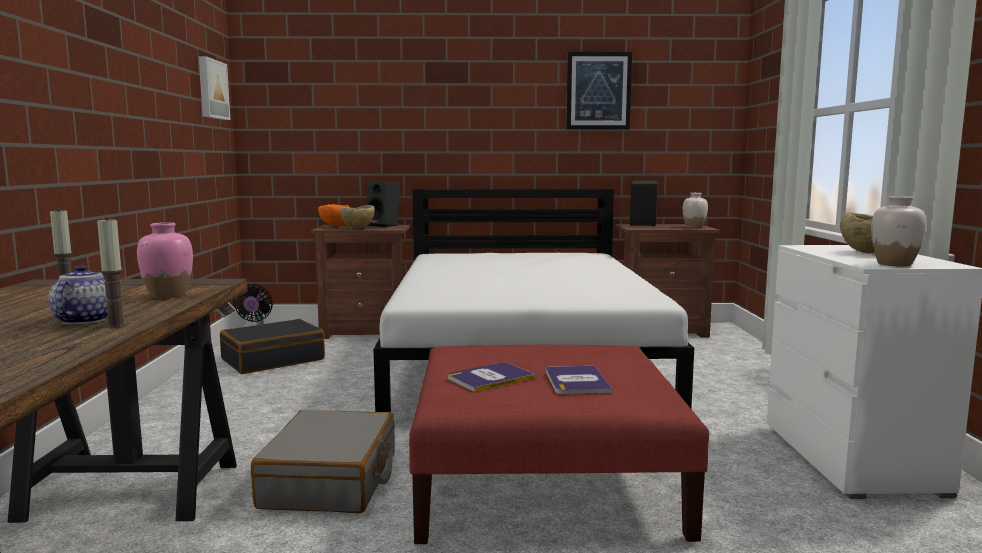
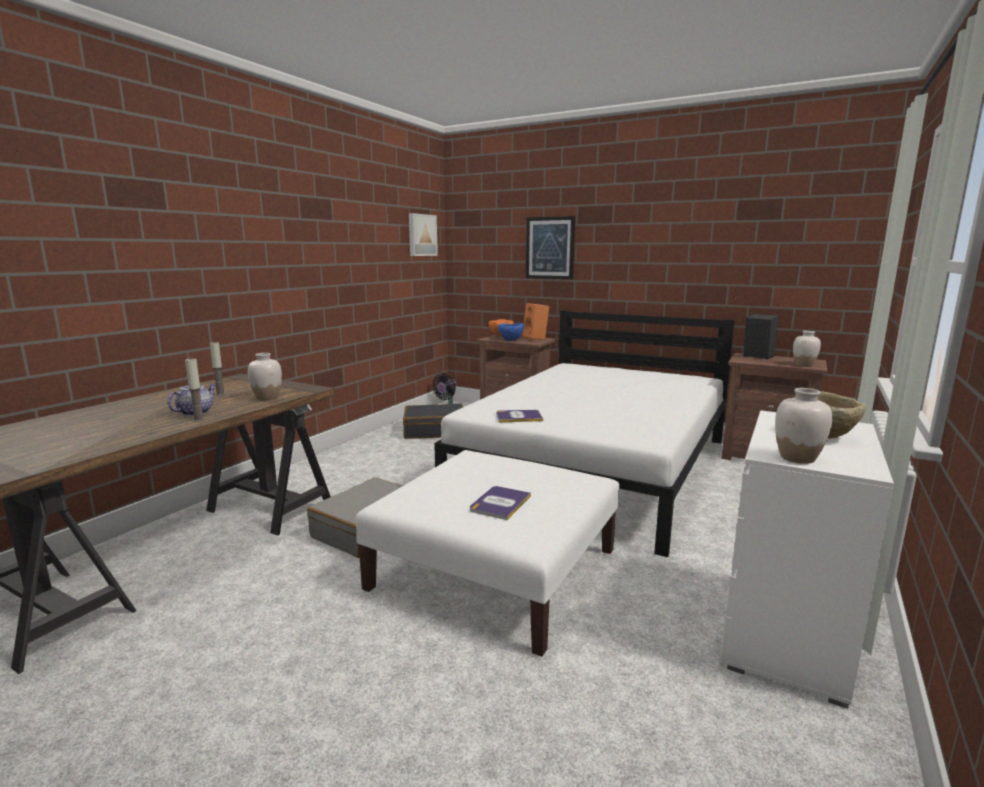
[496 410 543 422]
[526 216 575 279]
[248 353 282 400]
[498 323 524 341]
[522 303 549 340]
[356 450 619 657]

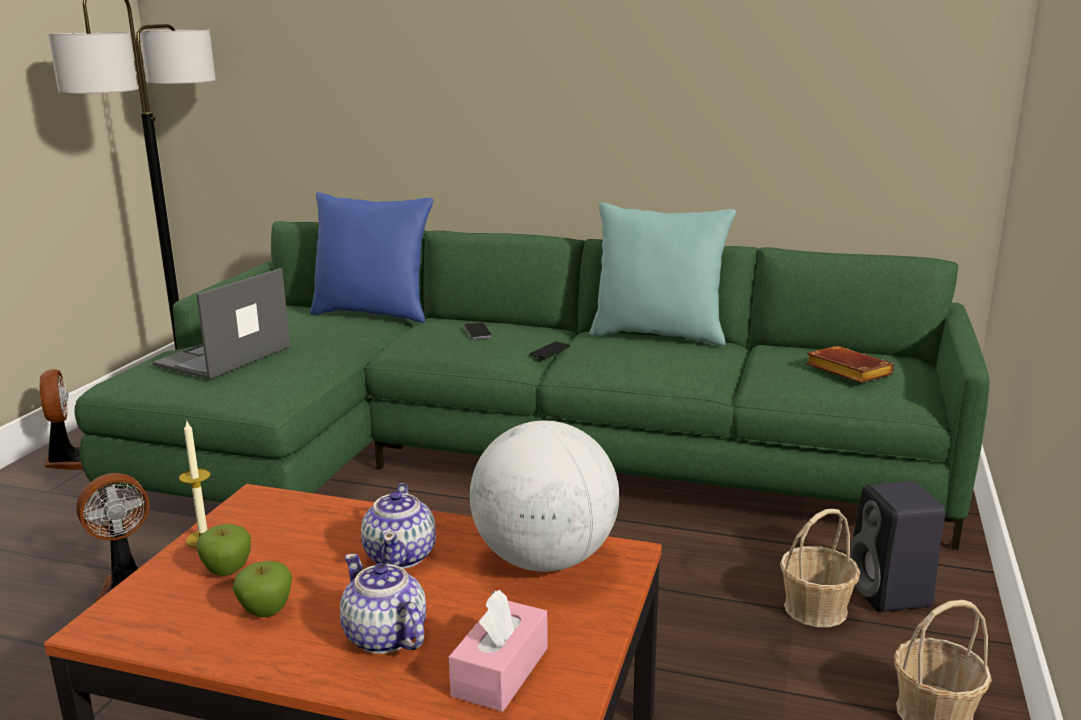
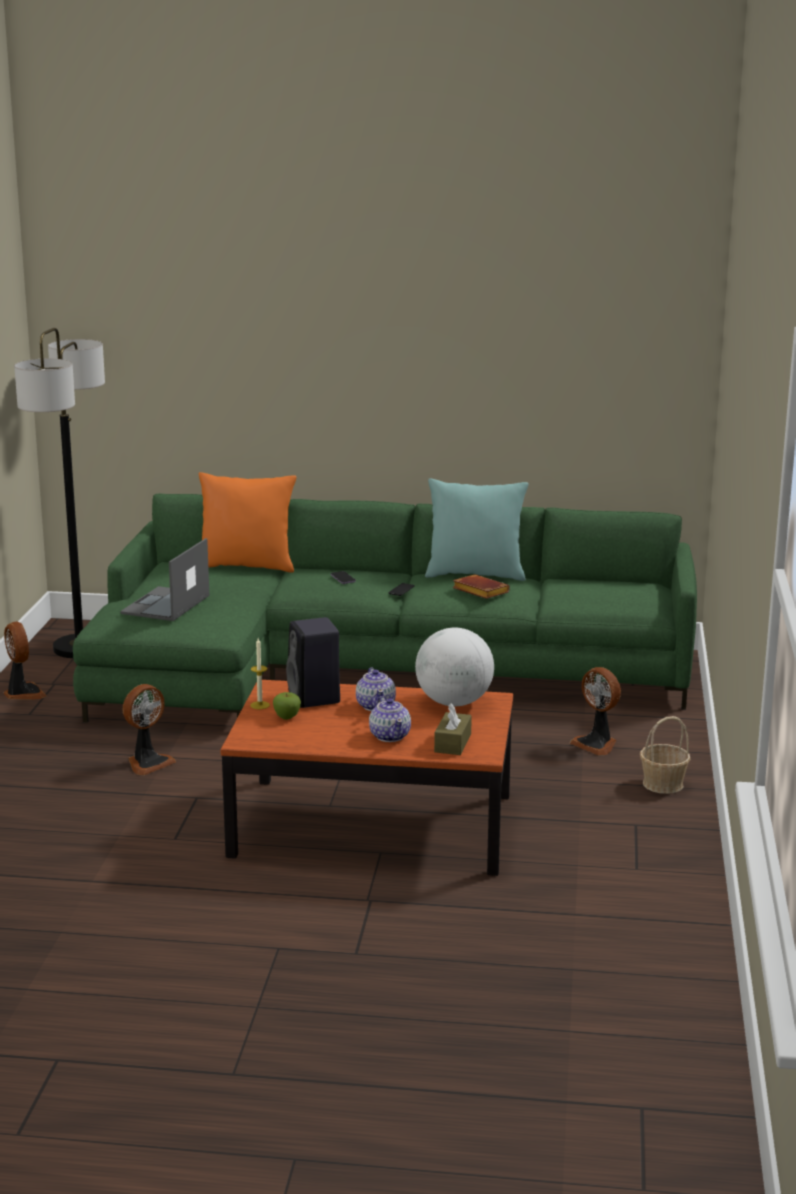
[232 561 292 617] (first image)
[453 574 510 599]
[286 617 340 708]
[570 667 621 756]
[199 472 297 573]
[434 703 472 755]
[369 696 411 742]

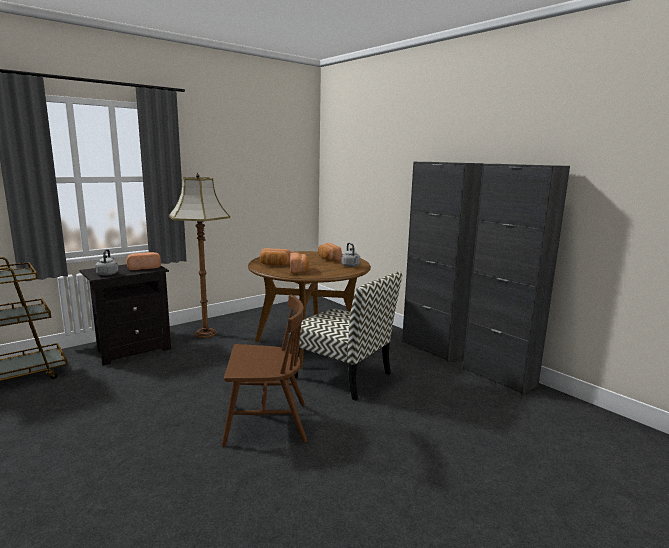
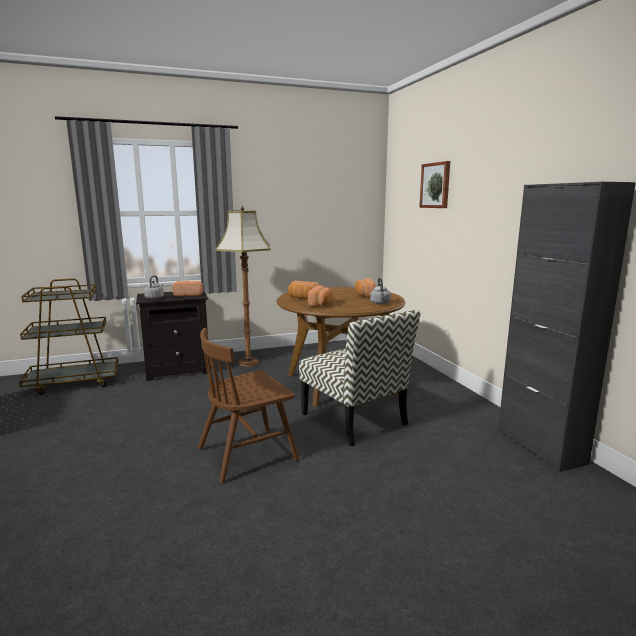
[402 162 483 362] (first image)
[419 161 450 208]
[198 328 299 484]

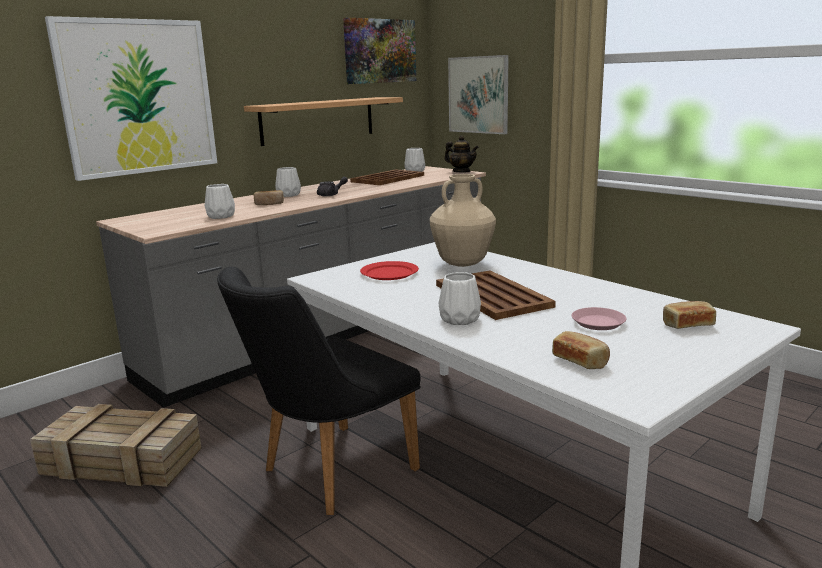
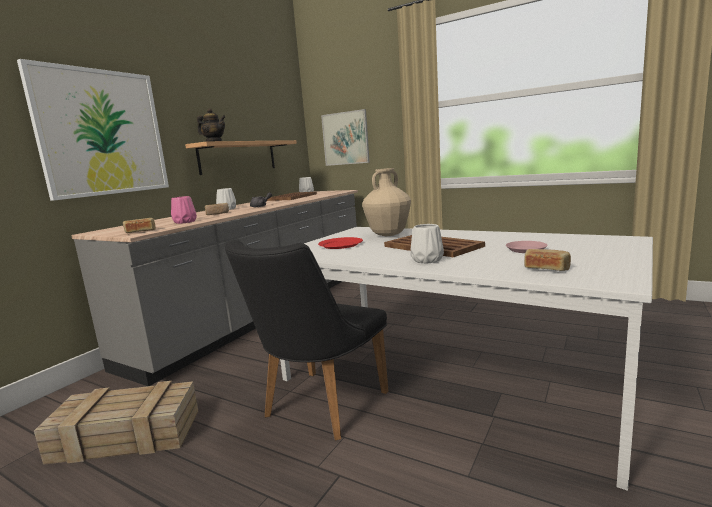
[343 18 416 84] (first image)
[197 108 225 141]
[123 218 156 233]
[171 196 197 224]

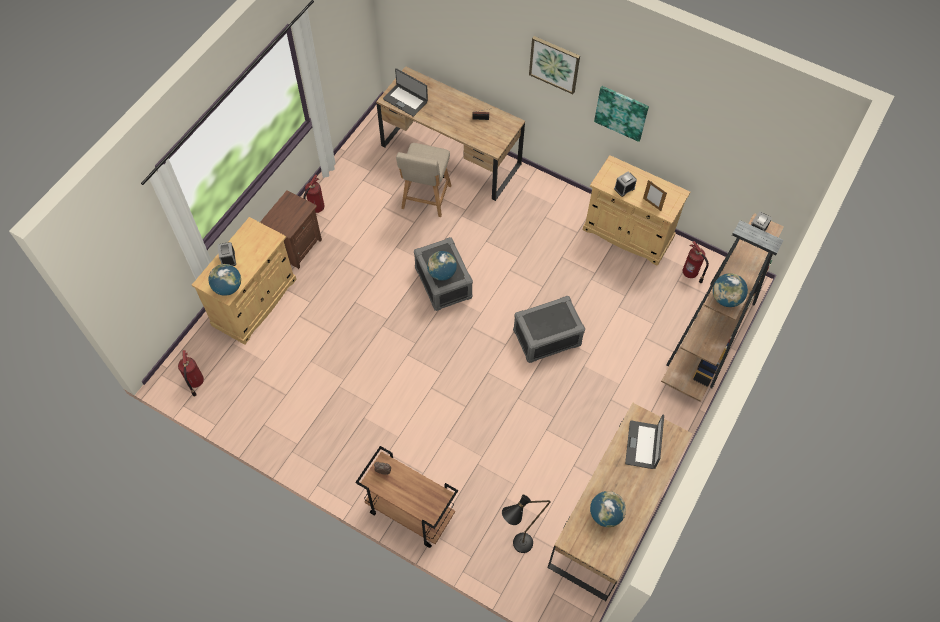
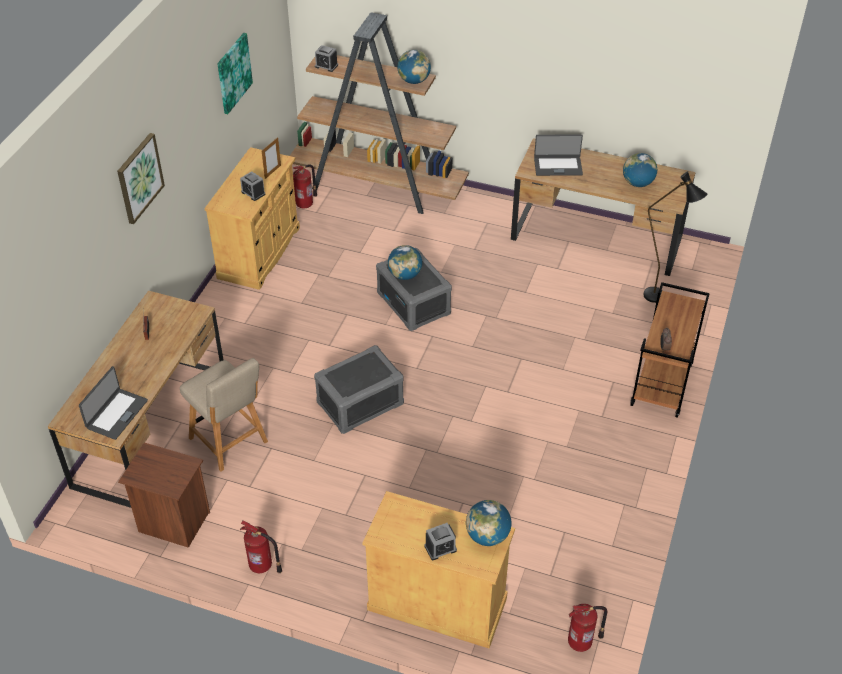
[118 442 210 548]
[388 245 422 280]
[217 33 253 114]
[180 358 268 472]

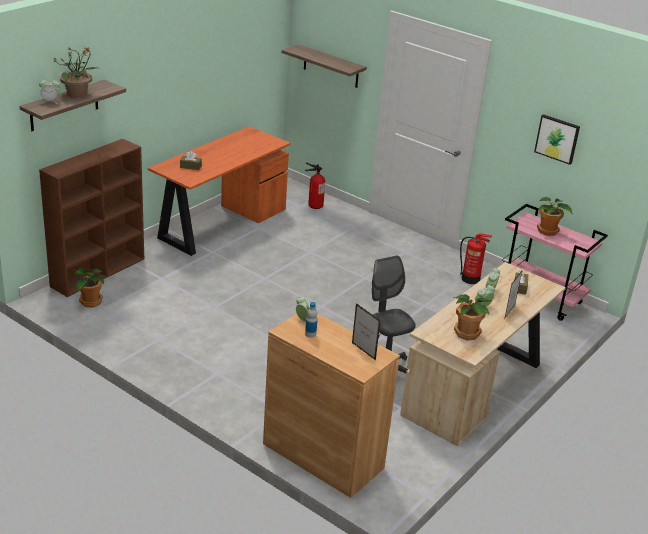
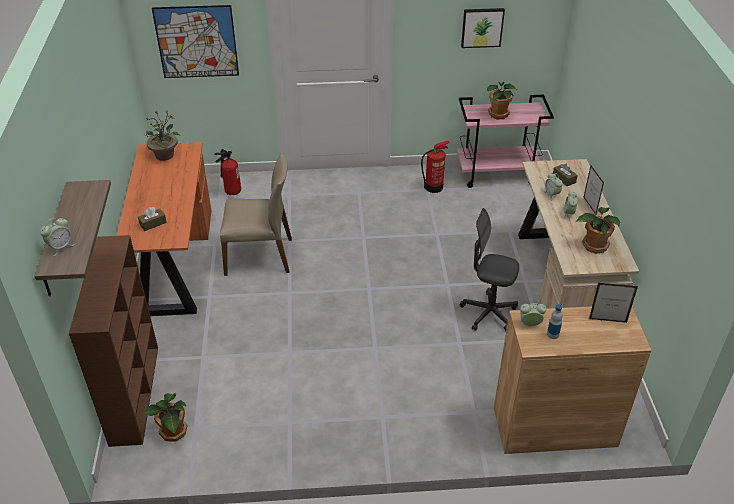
[220 153 292 276]
[144 110 180 161]
[152 5 239 78]

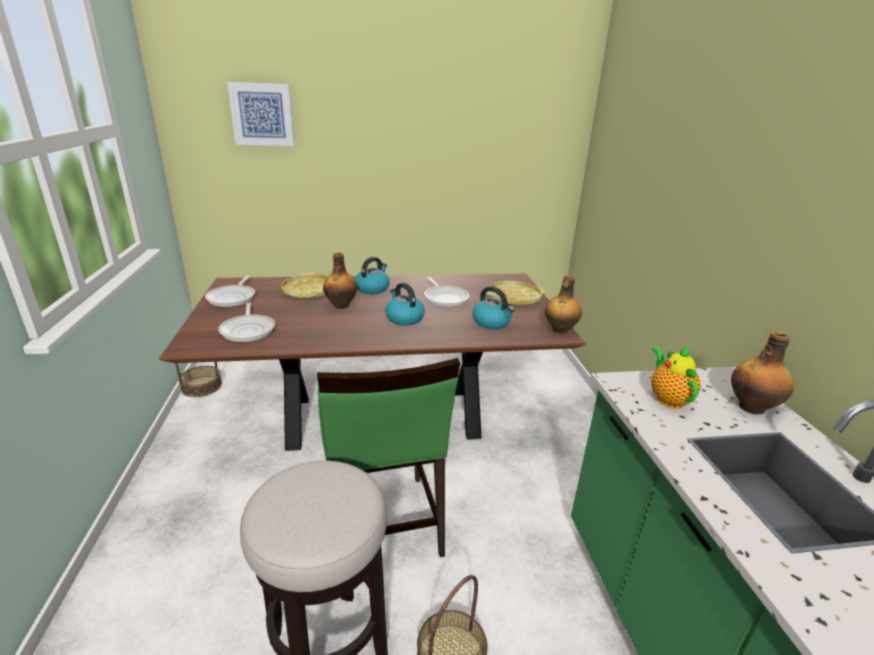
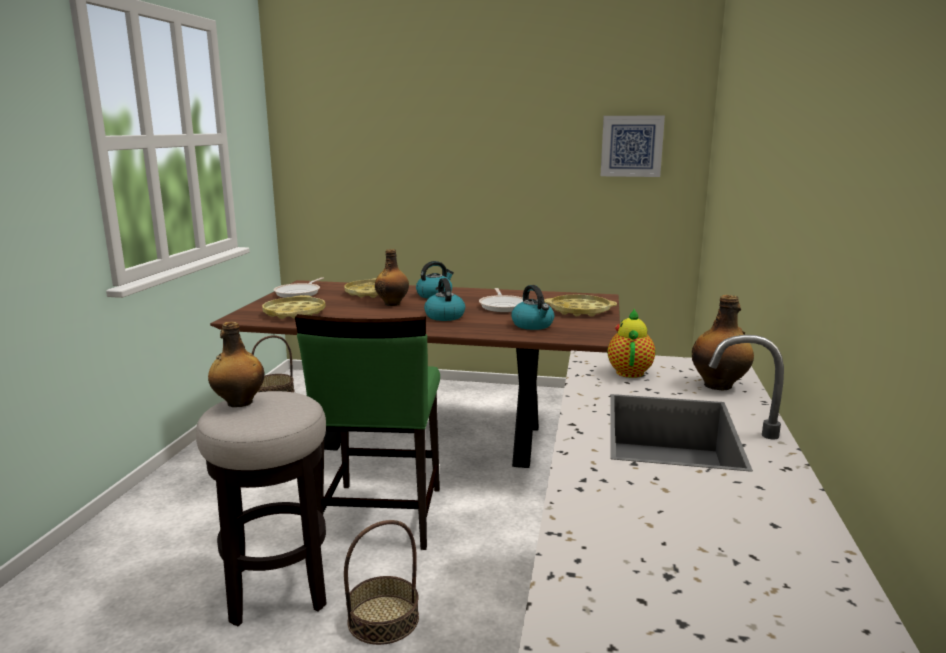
[601 116 665 177]
[208 322 265 407]
[262 295 326 319]

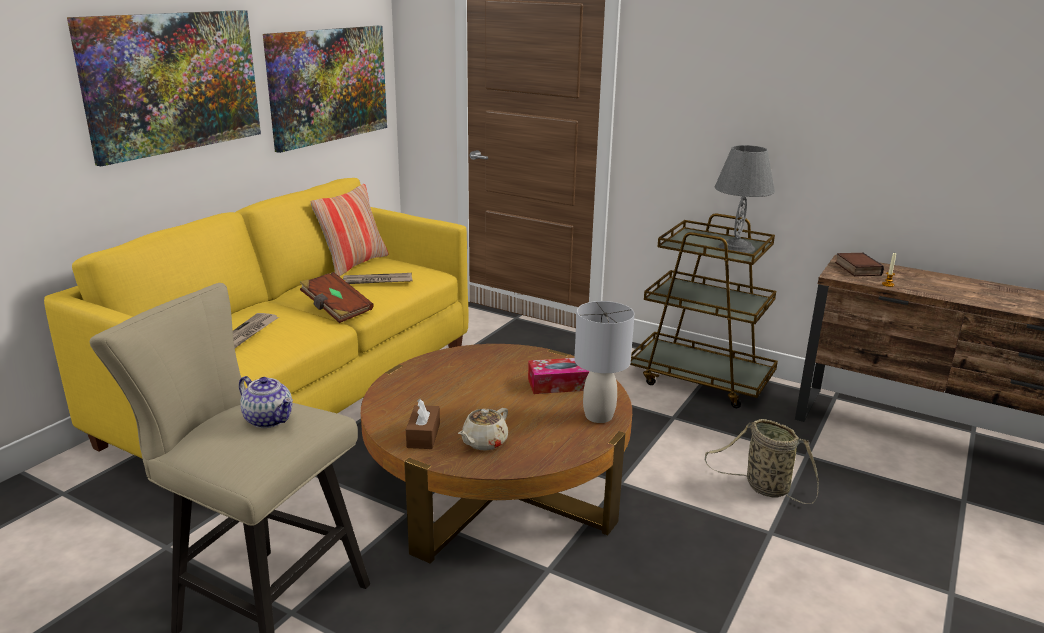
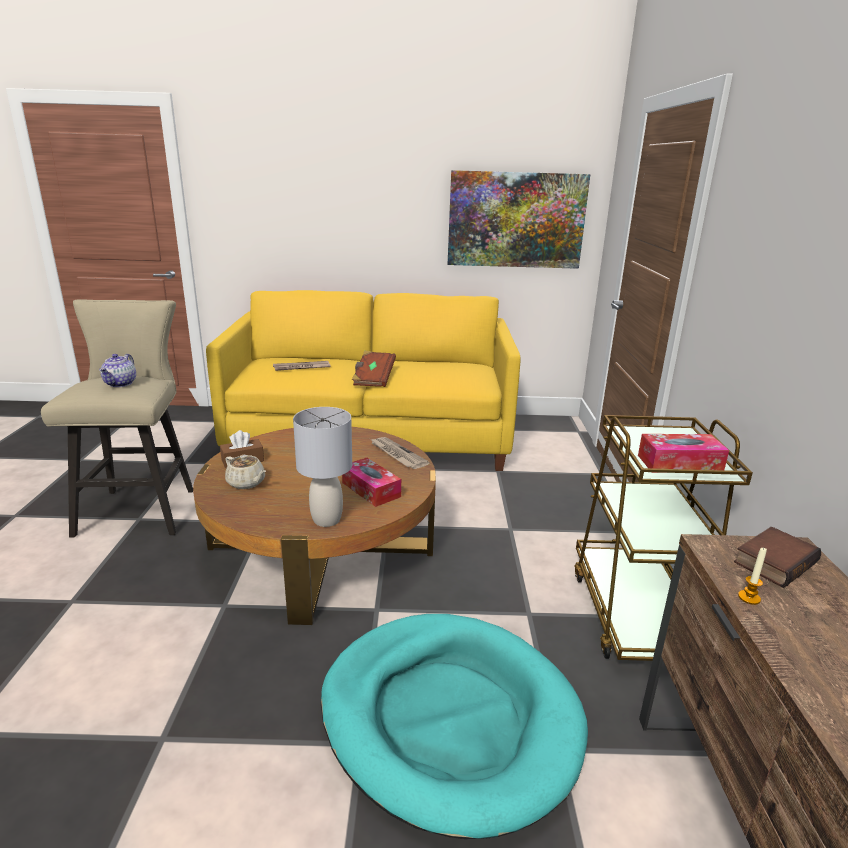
[67 10 261 166] (first image)
[311 184 388 277] (first image)
[370 437 430 469]
[321 614 588 839]
[638 434 729 473]
[225 455 266 489]

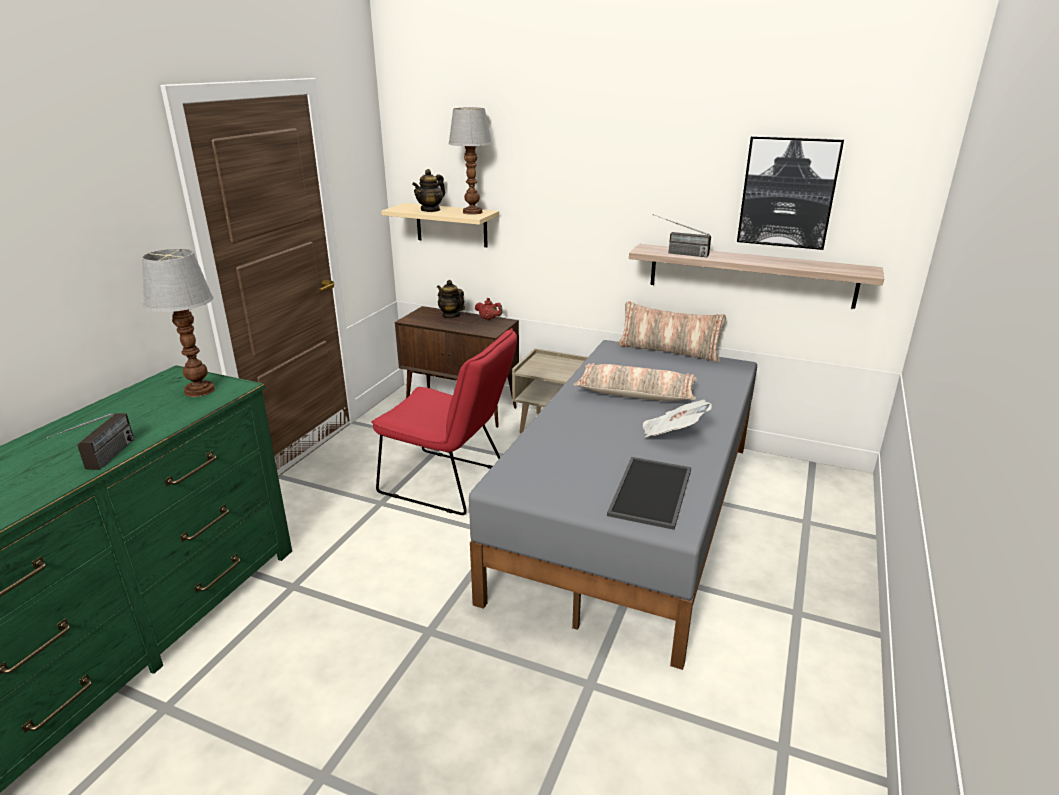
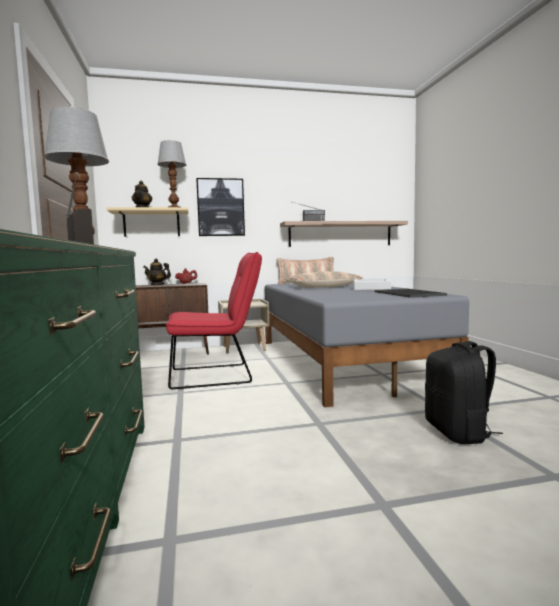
[425 341 503 444]
[196 178 245 236]
[354 279 391 290]

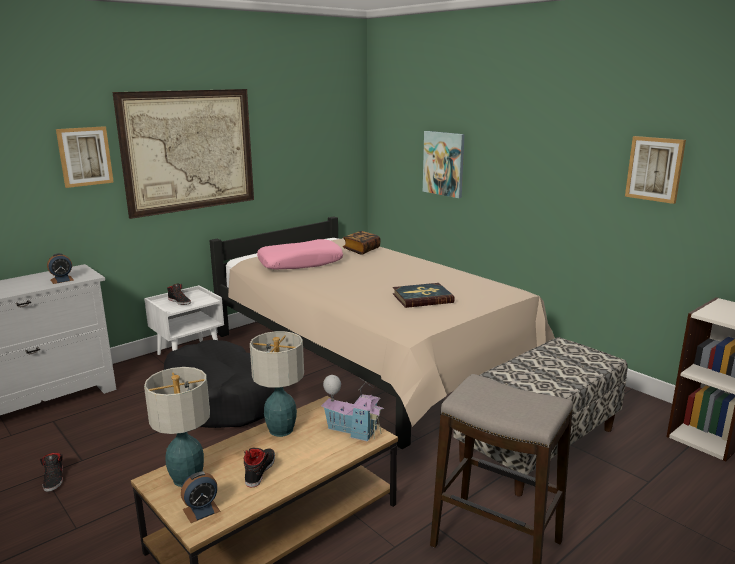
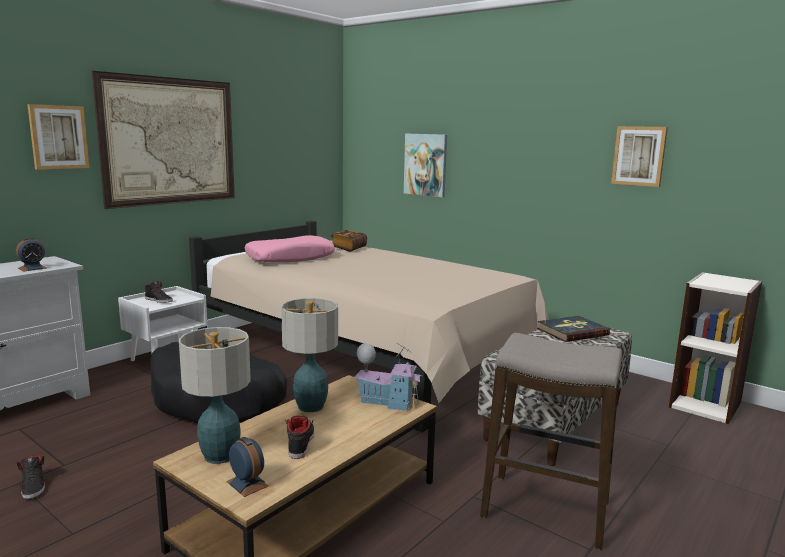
[537 316 610 342]
[226 437 268 497]

